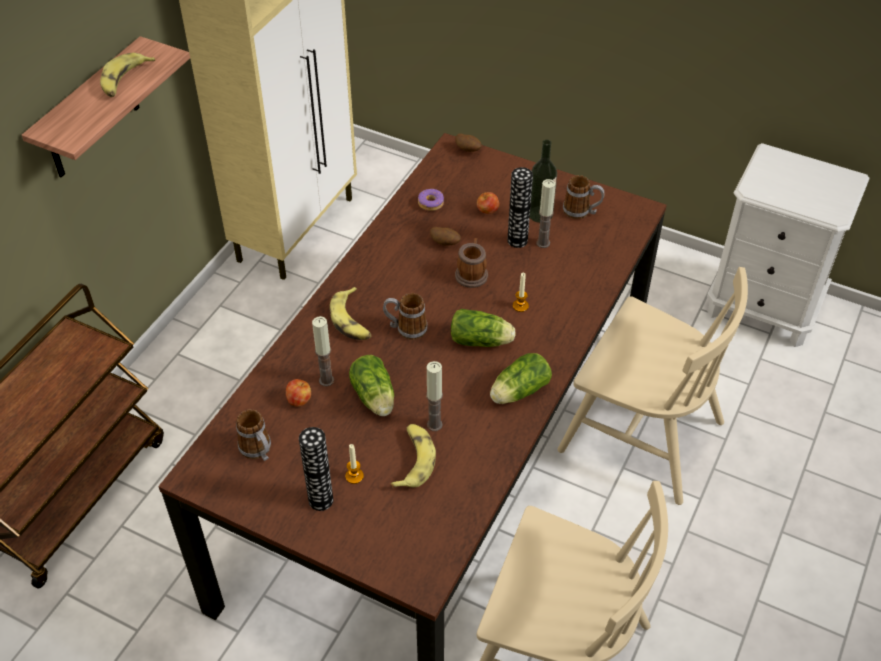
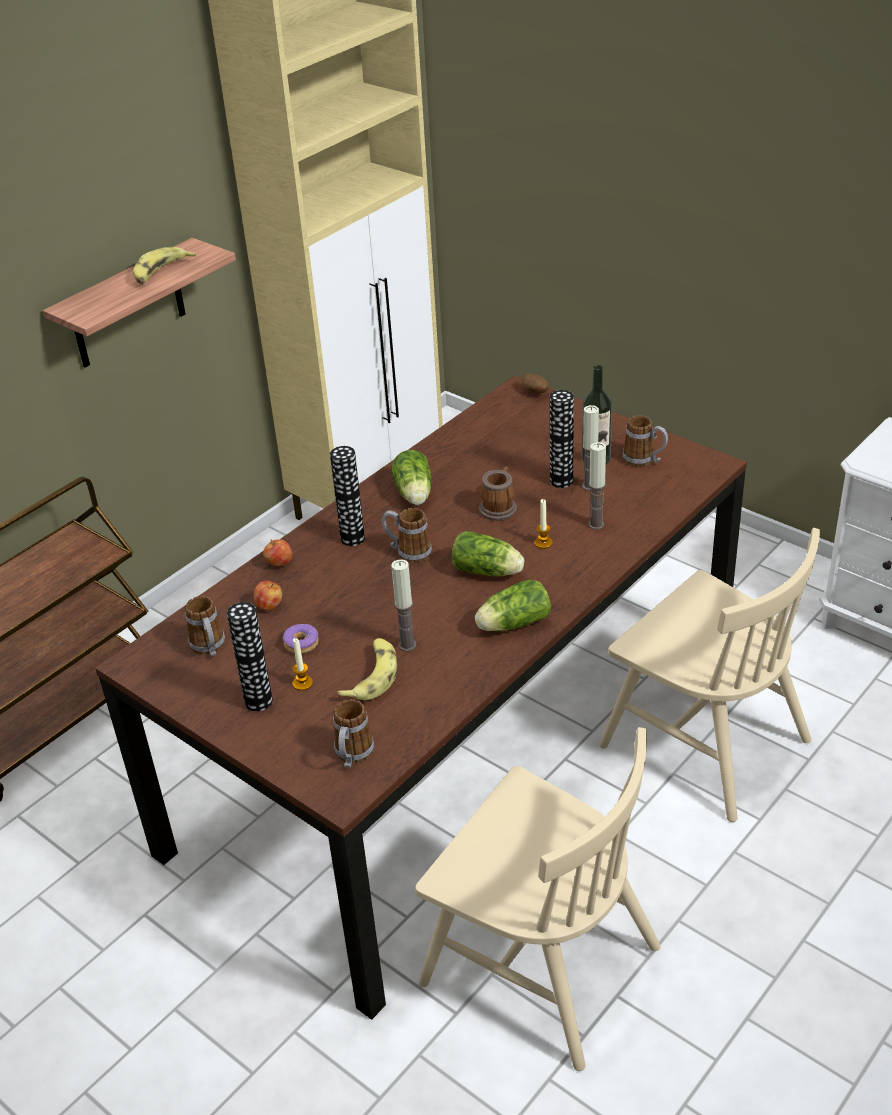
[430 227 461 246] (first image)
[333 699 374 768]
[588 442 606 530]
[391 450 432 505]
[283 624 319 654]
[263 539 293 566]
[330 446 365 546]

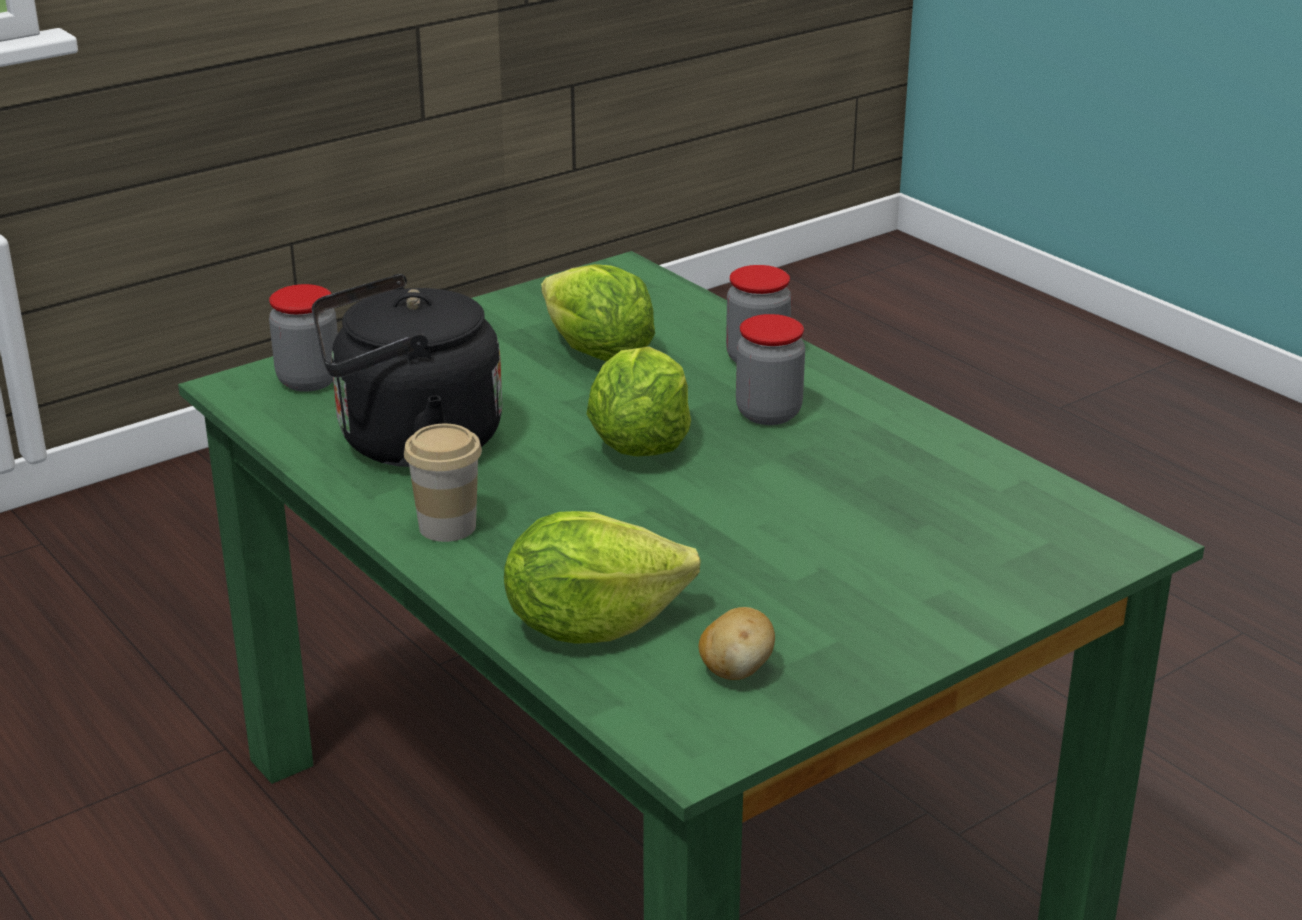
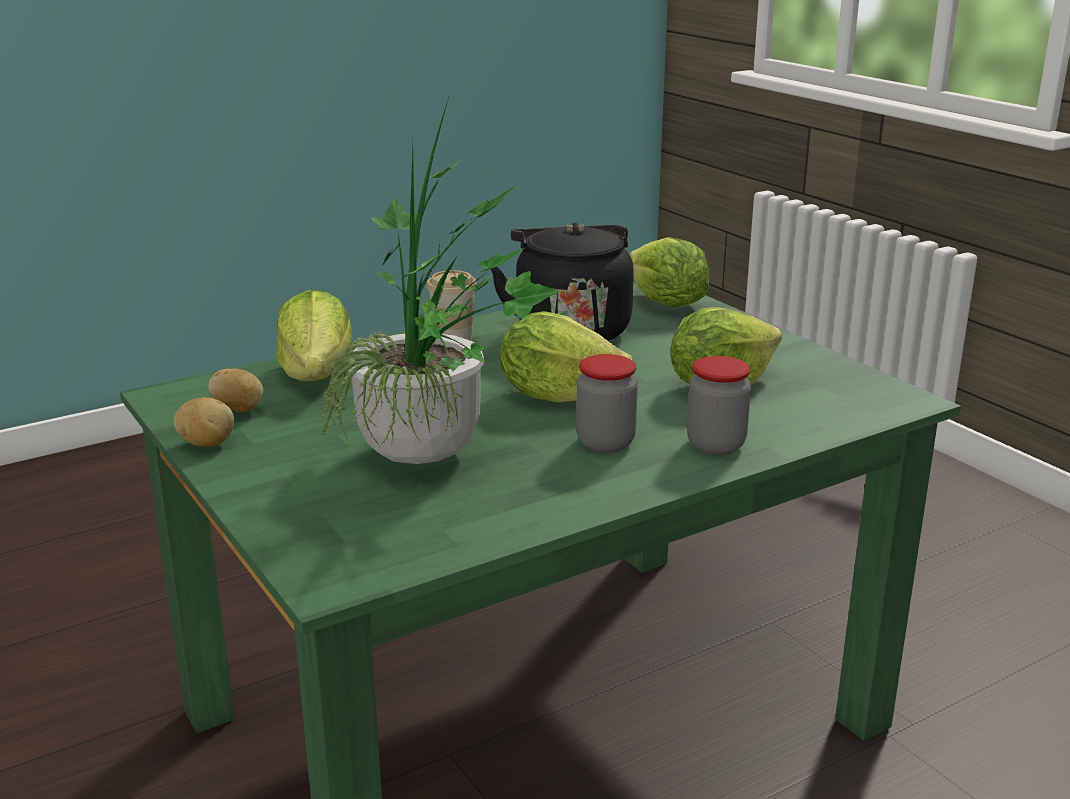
[174 397 234 447]
[321 94 560 464]
[629 237 709 307]

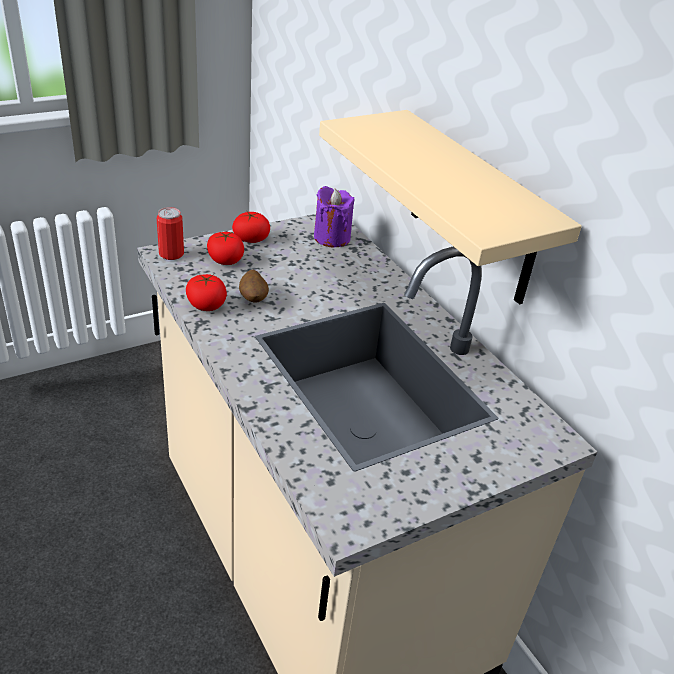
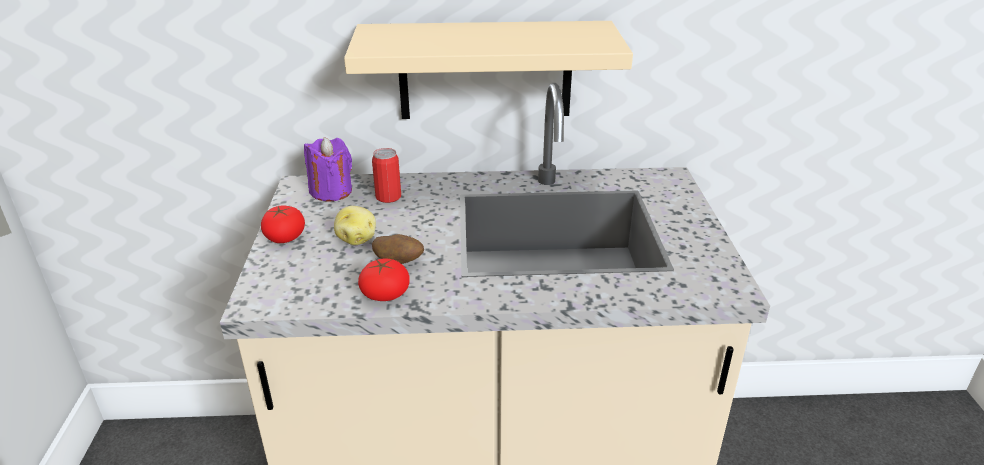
[207 232 244 265] (first image)
[334 206 376 245]
[372 148 401 203]

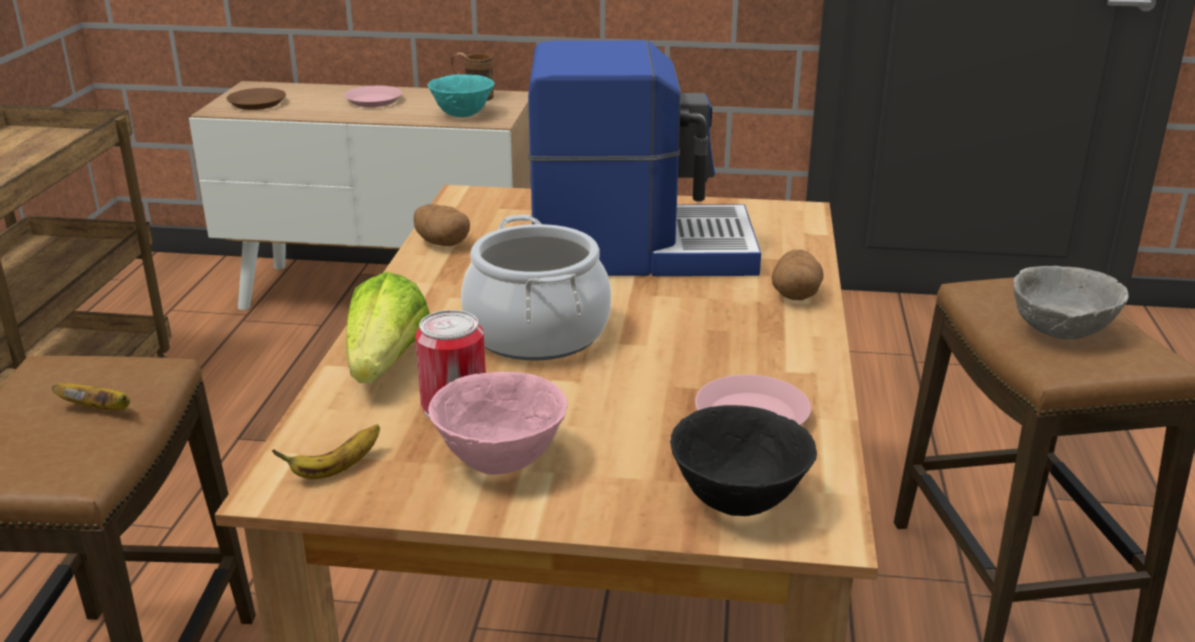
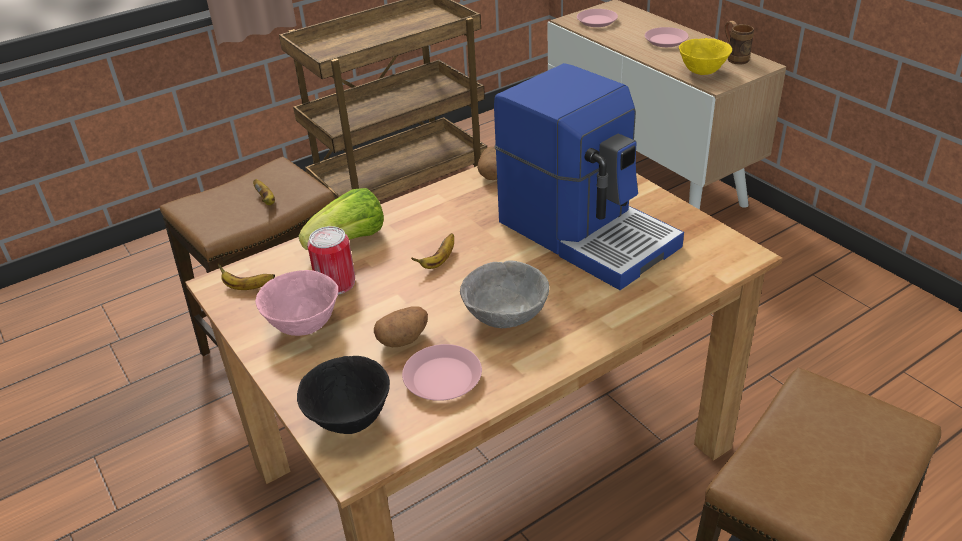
[374 306 428 347]
[460 260 549 328]
[411 233 454 269]
[577 9 618 27]
[679 38 732 75]

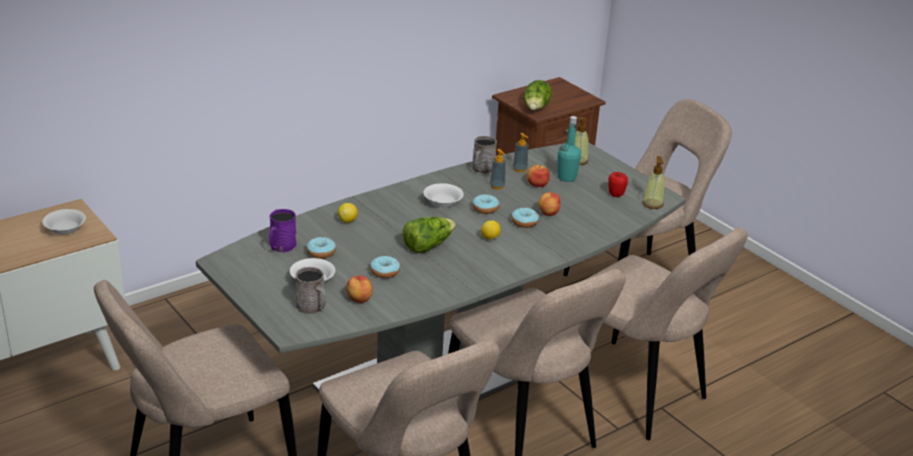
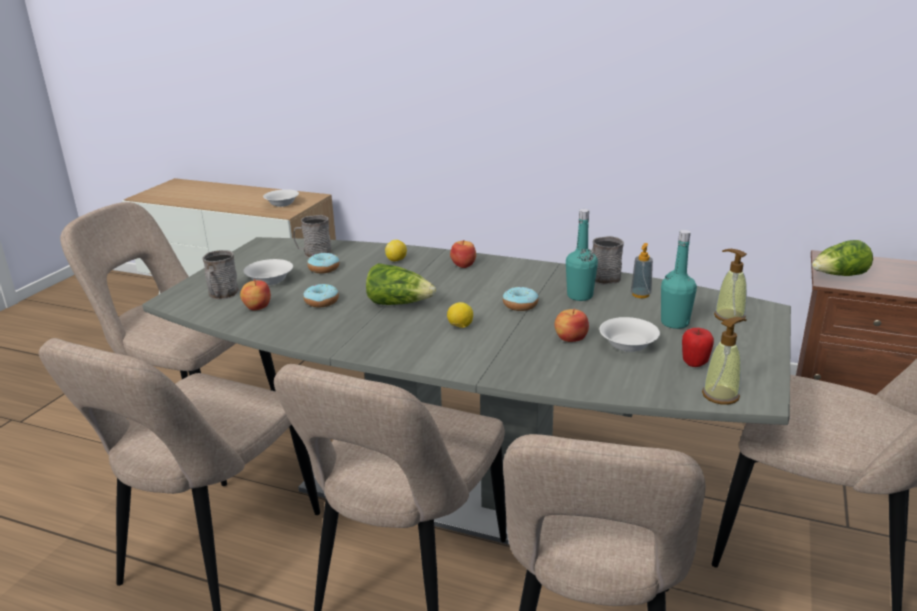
[511 207 539 228] (first image)
[599 317 660 352]
[450 240 476 268]
[566 209 598 301]
[293 215 332 258]

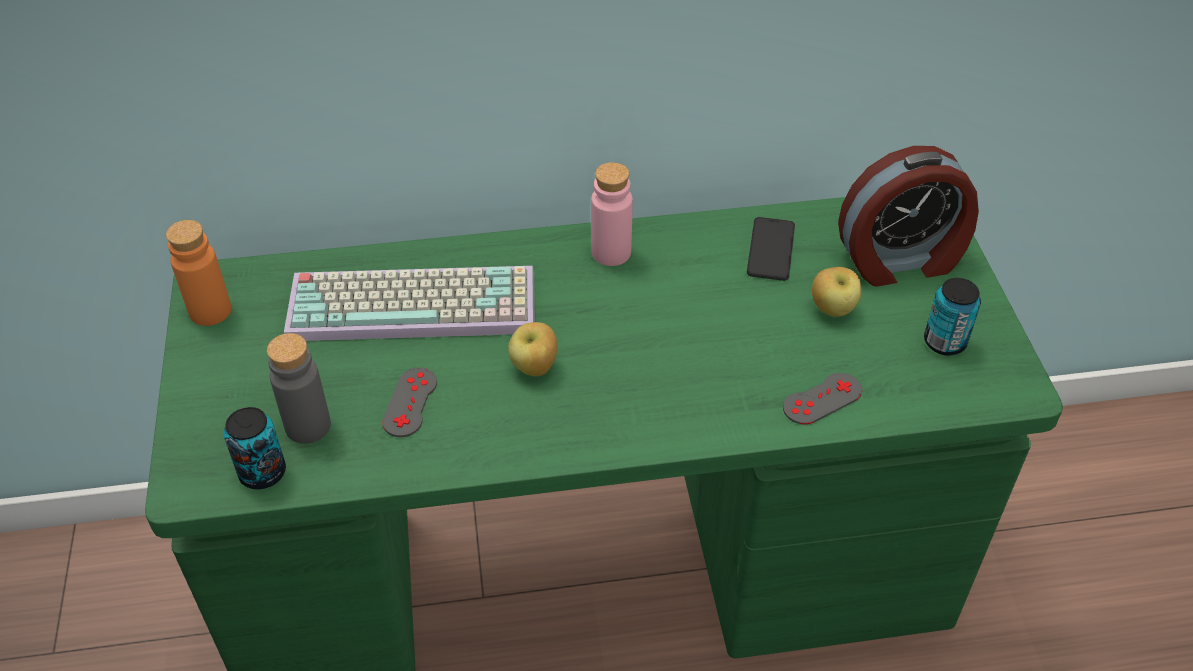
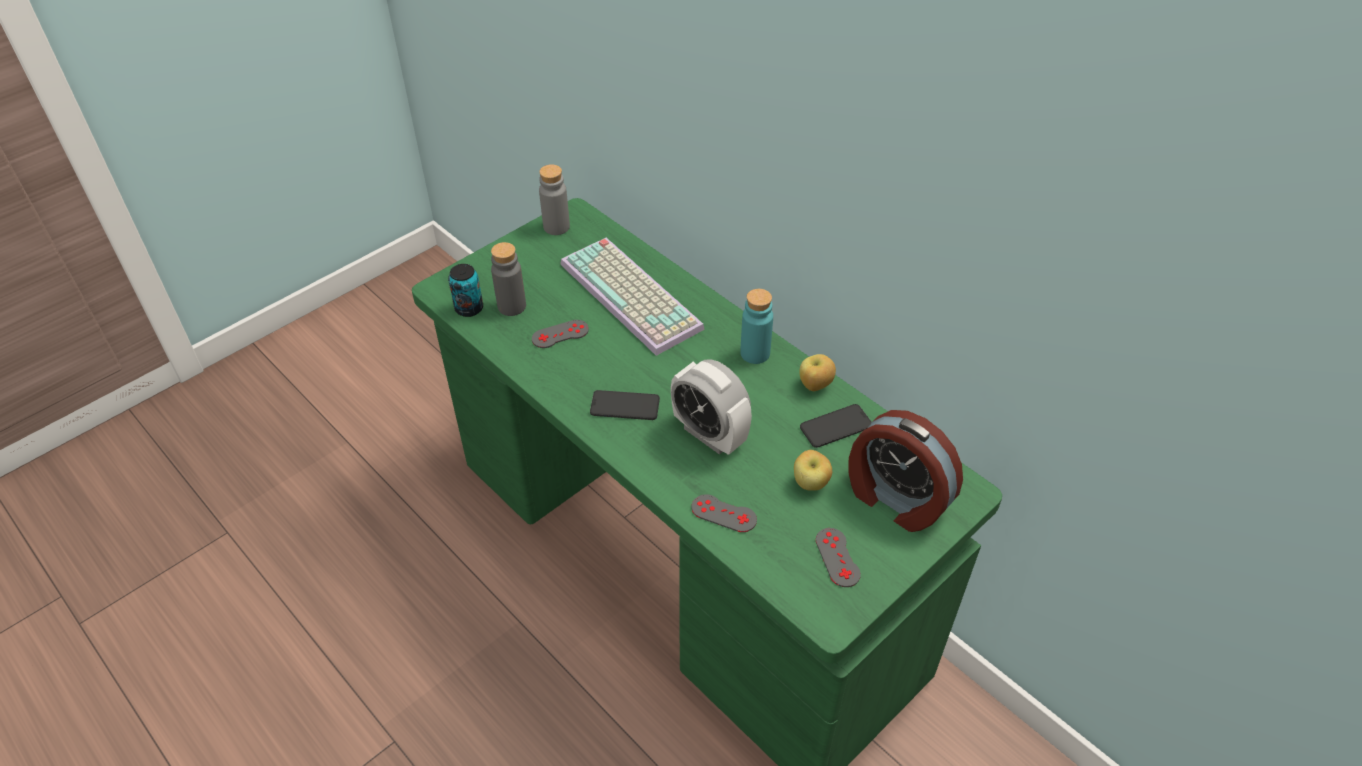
[590 390 660 420]
[671 359 752 455]
[800 354 836 391]
[816 528 861 587]
[539 164 570 235]
[740 289 773 364]

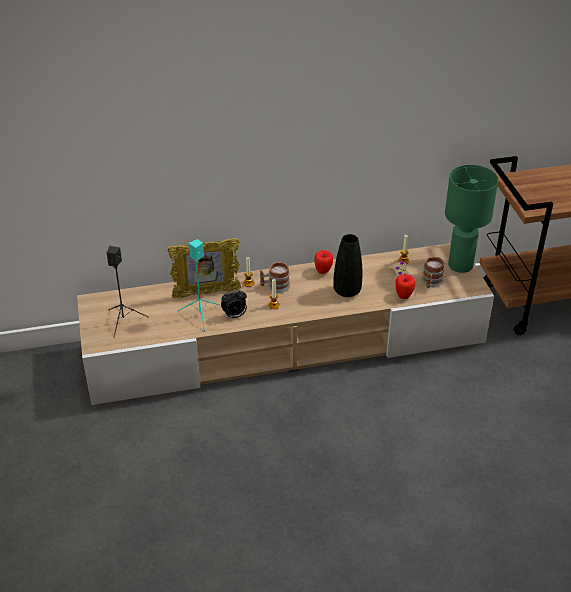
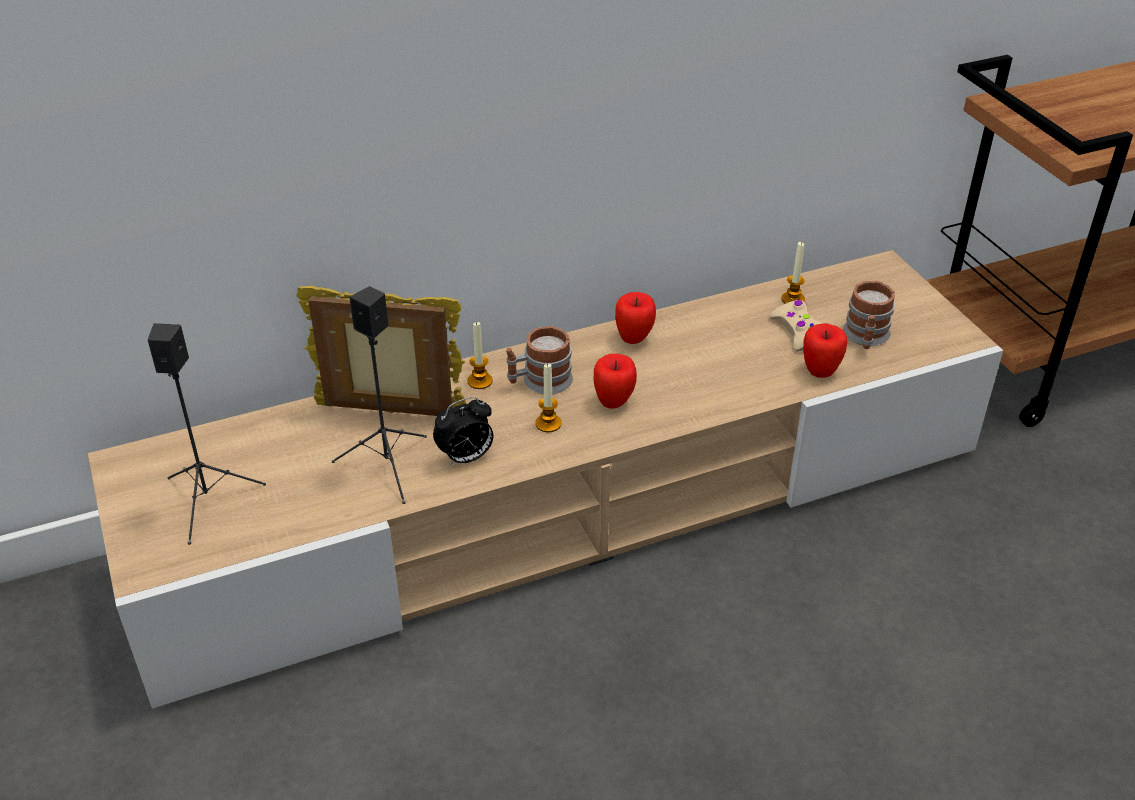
[333 234 362 297] (first image)
[445 165 498 273] (first image)
[594 354 637 408]
[332 286 427 504]
[296 286 466 416]

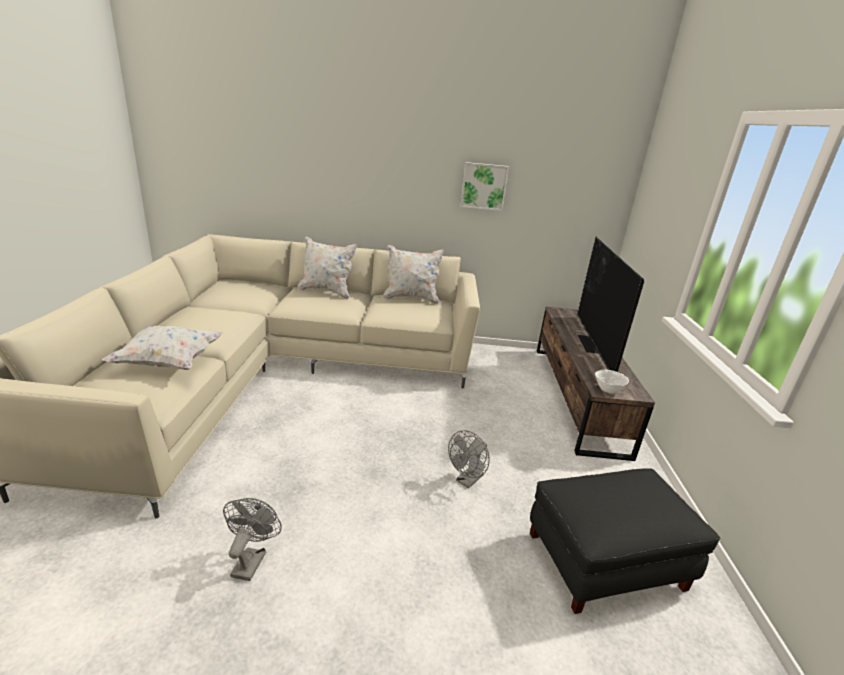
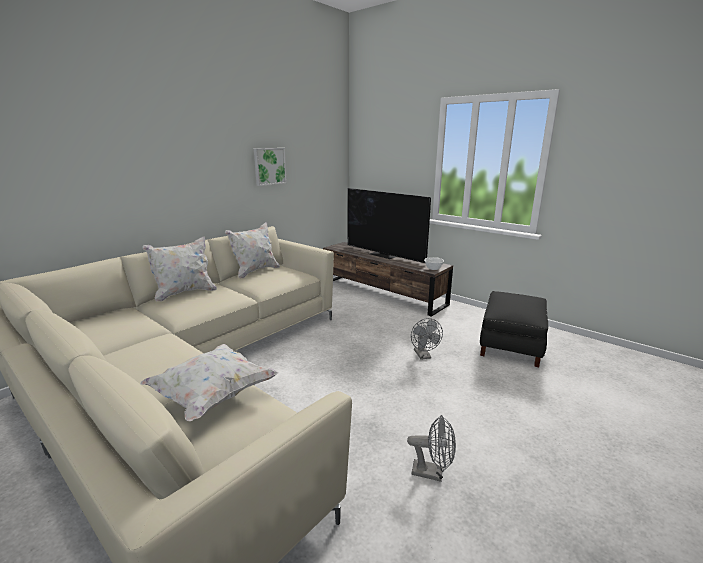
[407 415 456 482]

